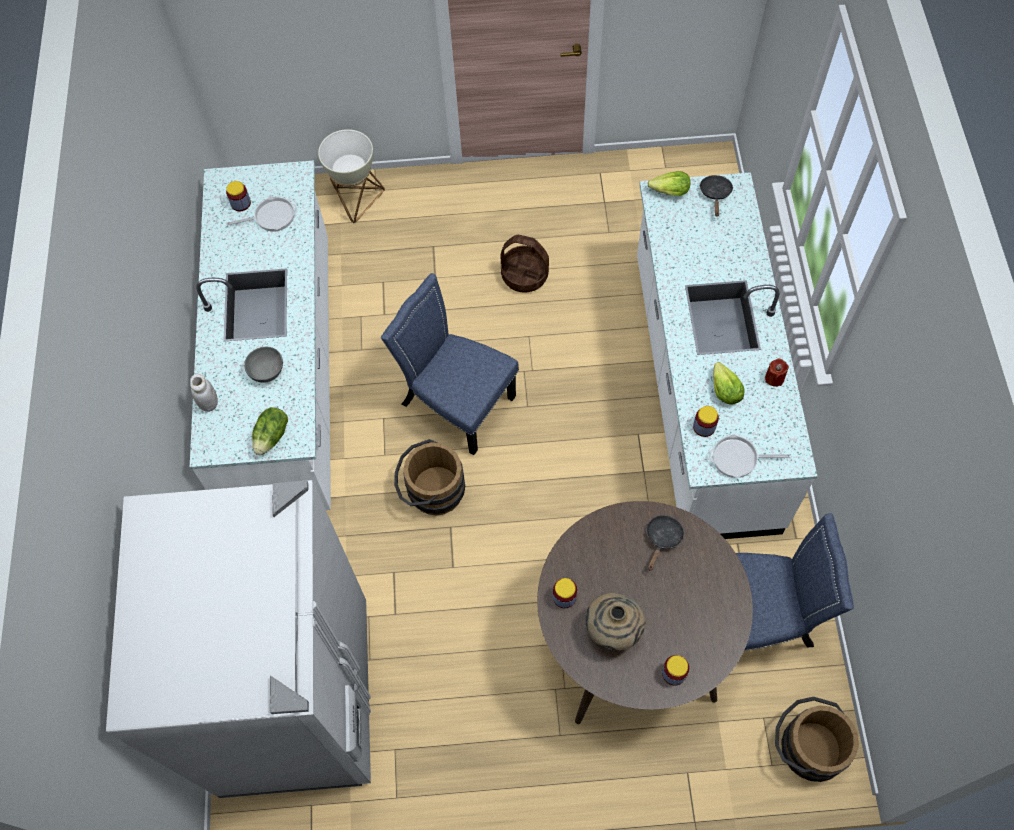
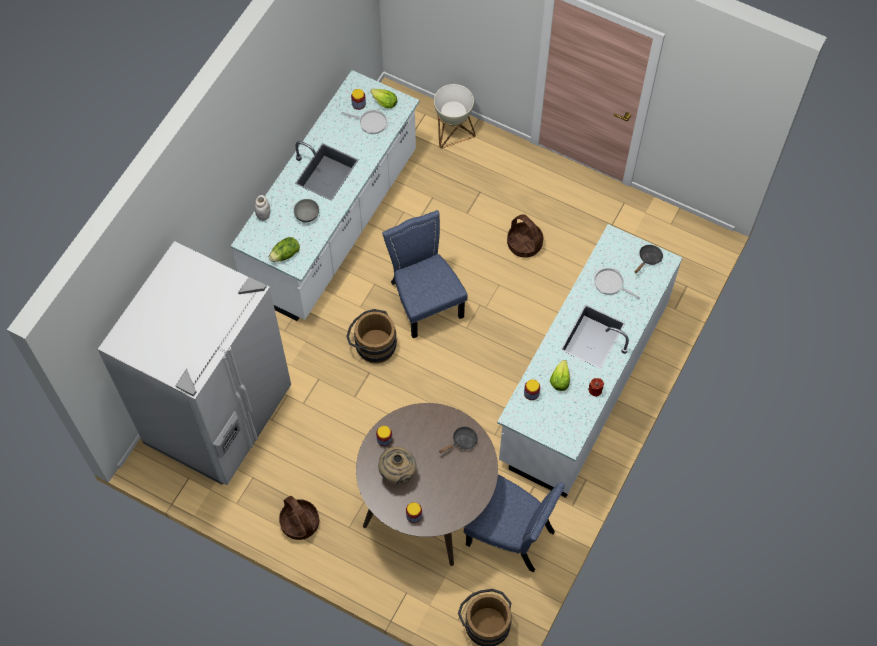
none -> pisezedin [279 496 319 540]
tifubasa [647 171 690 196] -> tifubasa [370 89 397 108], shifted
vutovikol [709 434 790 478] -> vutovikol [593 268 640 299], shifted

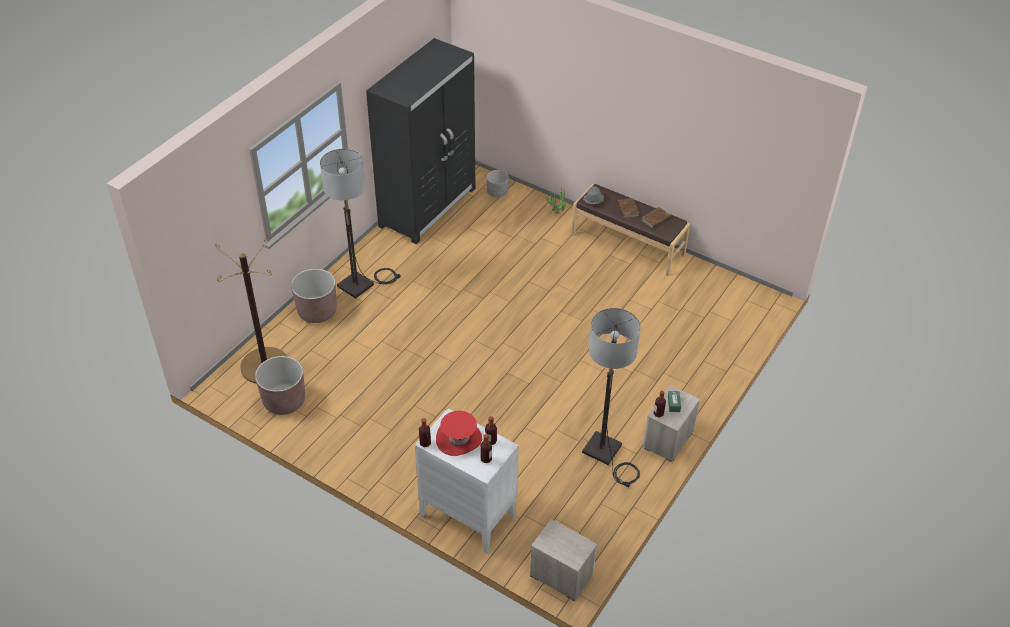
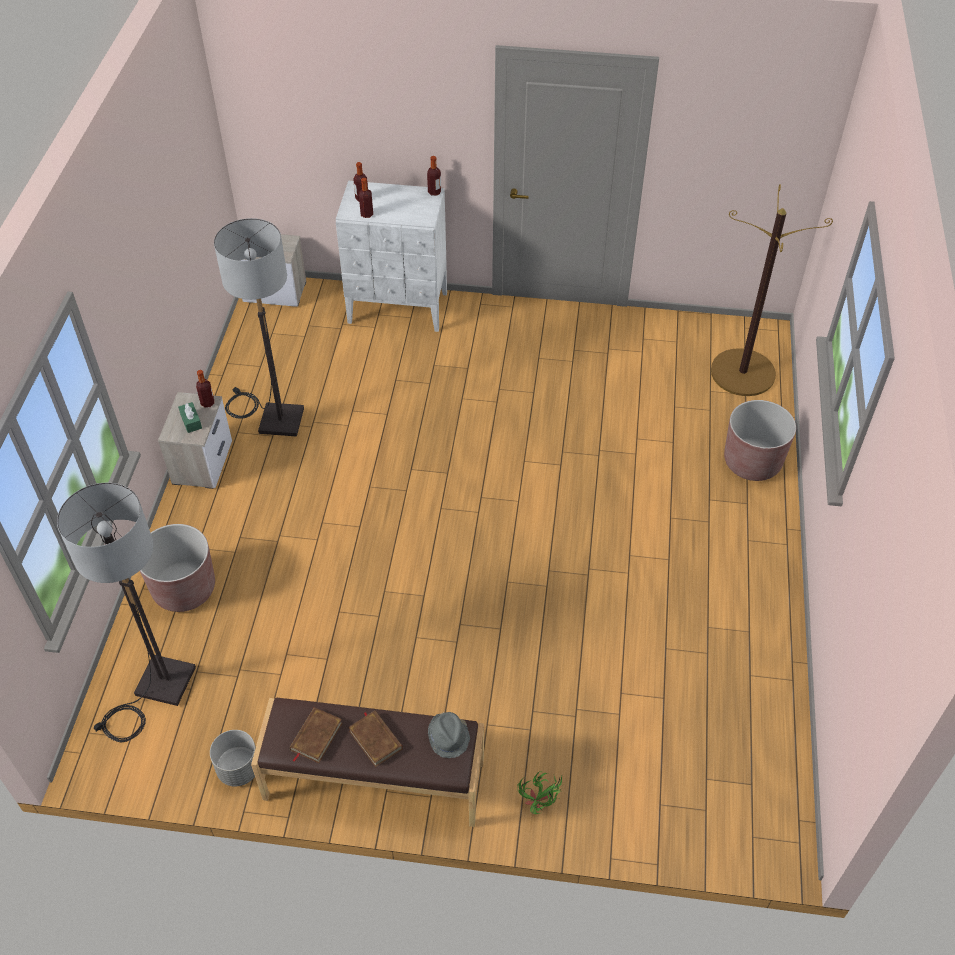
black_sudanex [366 38 476 244] -> none
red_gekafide [436 411 482 456] -> none
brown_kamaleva [255 356 305 415] -> brown_kamaleva [140 524 215 612], shifted
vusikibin [320 149 401 299] -> vusikibin [57 483 196 742], shifted
grey_kamaleva [487 170 509 197] -> grey_kamaleva [210 730 256 786], shifted

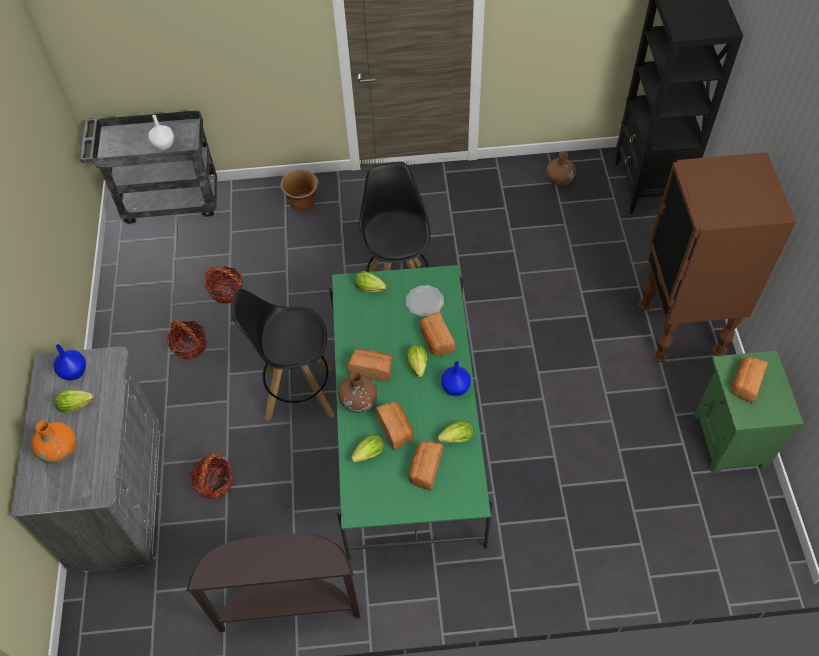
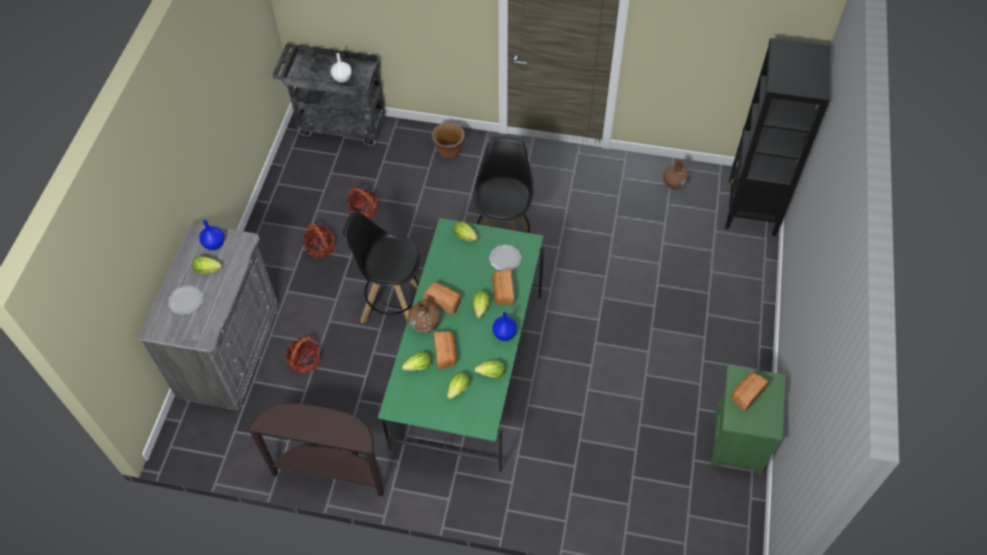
brown_sudanex [638 152 796 362] -> none
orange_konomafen [32 421 77 464] -> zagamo [168 285 203 315]
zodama [408 442 443 491] -> tifubasa [447 372 470 400]

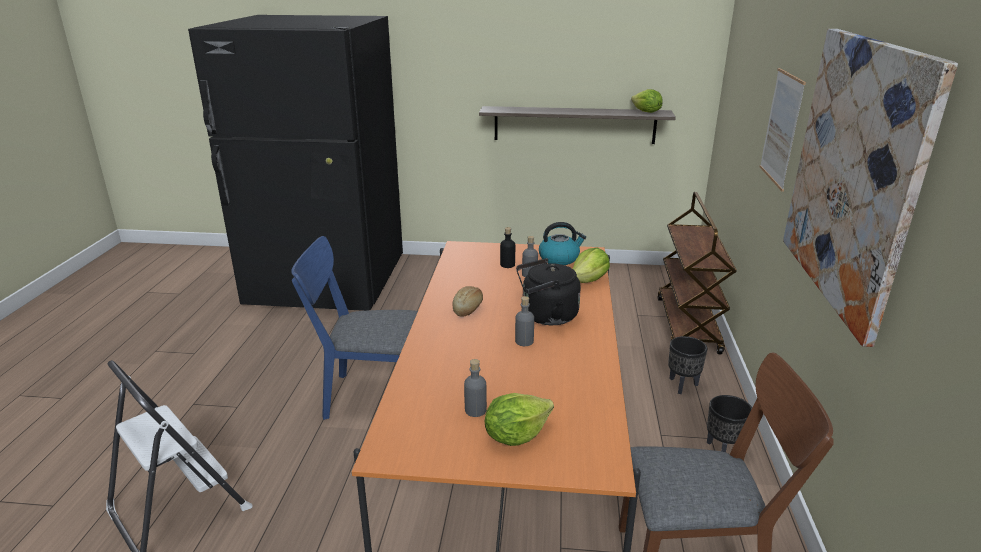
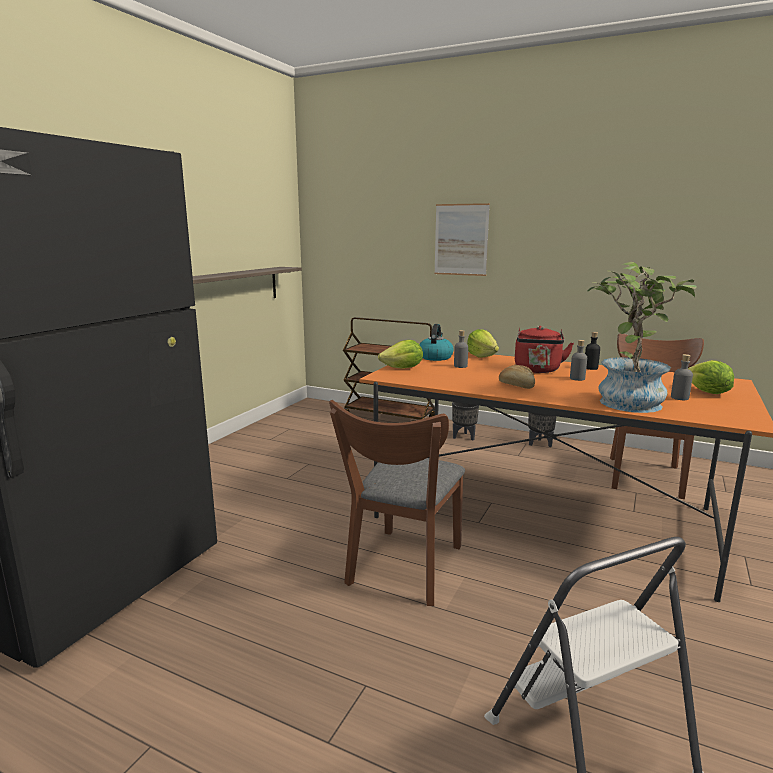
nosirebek [783 29 958 347] -> none
none -> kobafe [588 262 697 413]
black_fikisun [500 227 515 268] -> black_fikisun [585 332 600 370], shifted
tifubasa [631 89 663 113] -> tifubasa [378 340 423 369], shifted
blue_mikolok [291 236 418 420] -> brown_mikolok [329 400 465 606]
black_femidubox [516 258 581 325] -> red_femidubox [515 326 574 373]

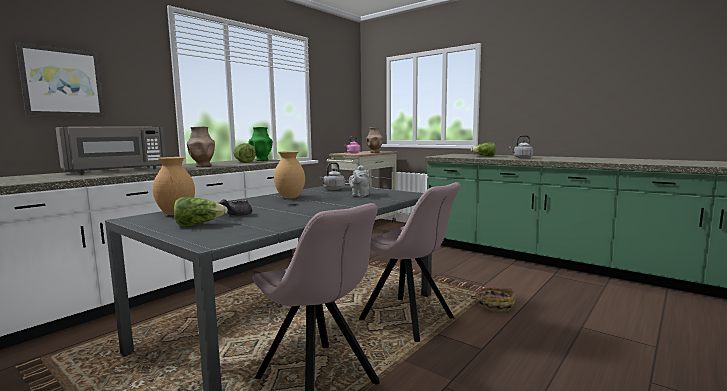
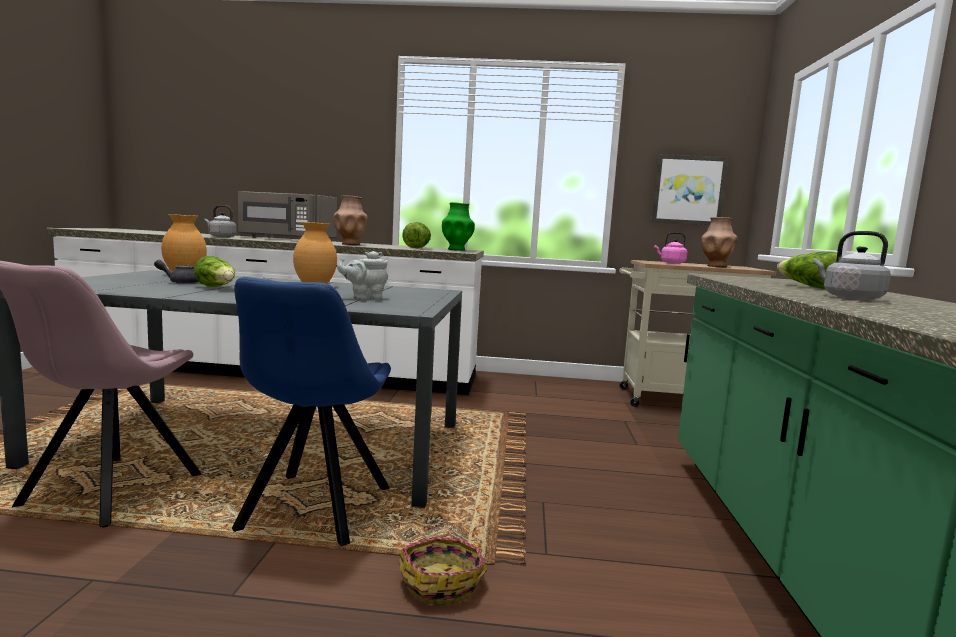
nosirebek [15 42 105 116] -> nosirebek [651 154 728 225], shifted
tifubasa [174 197 228 226] -> tifubasa [194 256 235 287], shifted
grey_femidubox [320 162 345 190] -> grey_femidubox [204 205 236 238], shifted
pink_mikolok [359 182 461 342] -> blue_mikolok [232 277 391 546]

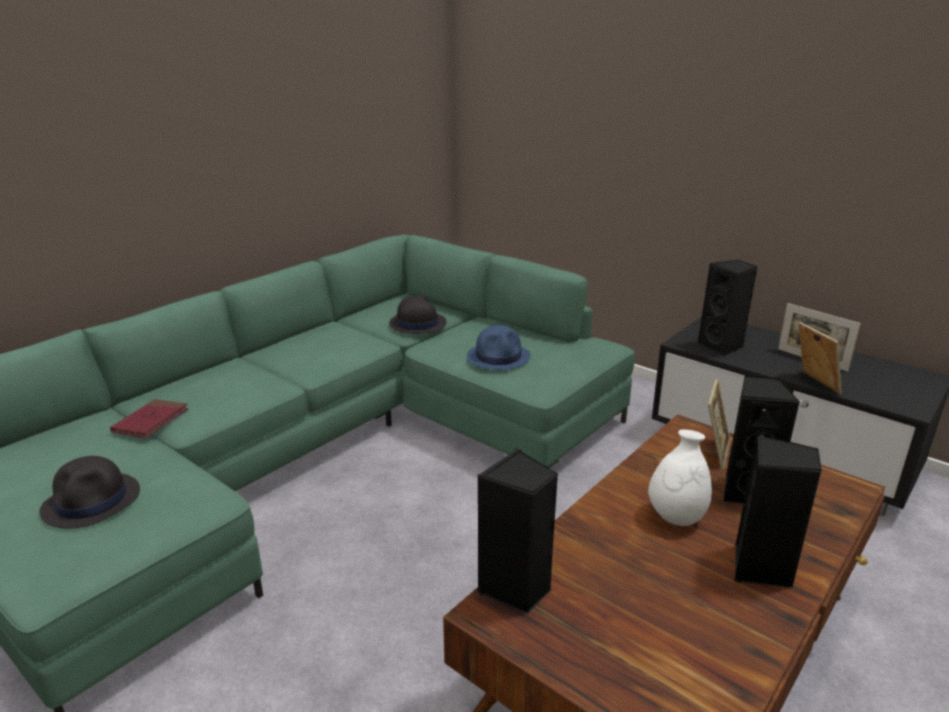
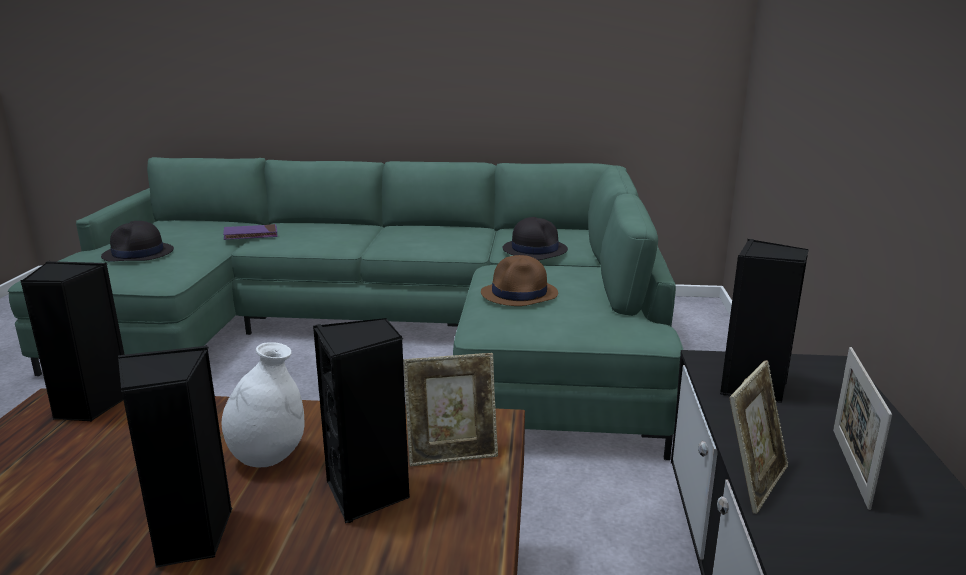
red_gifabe [110 399 188 438] -> purple_gifabe [223 224 278 240]
blue_gekafide [467 325 531 370] -> brown_gekafide [481 255 558 306]

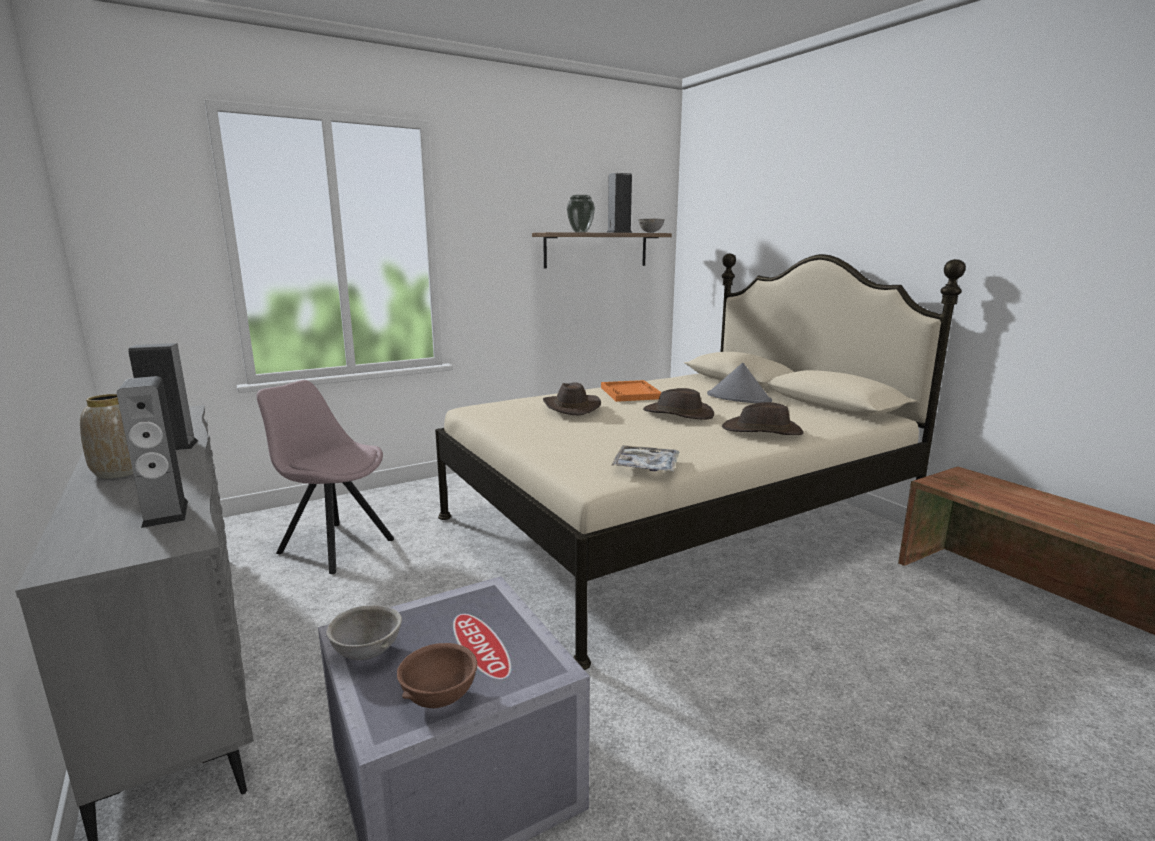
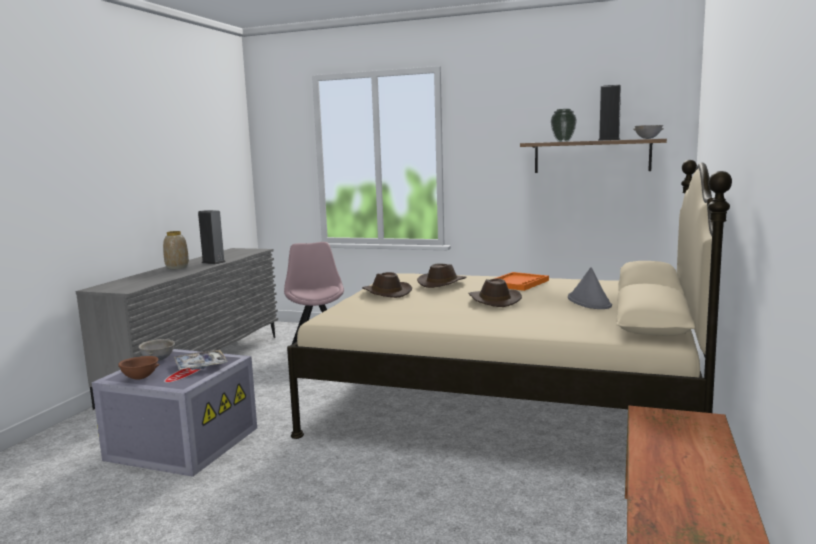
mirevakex [117 376 188 528] -> none
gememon [611 445 679 471] -> gememon [174 350 228 370], shifted
brown_gekafide [722 402 803 435] -> brown_gekafide [362 272 412 298], shifted

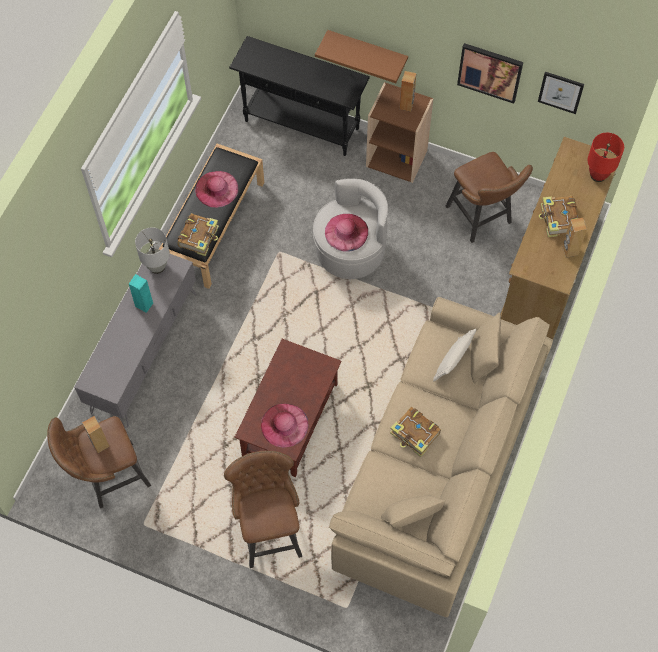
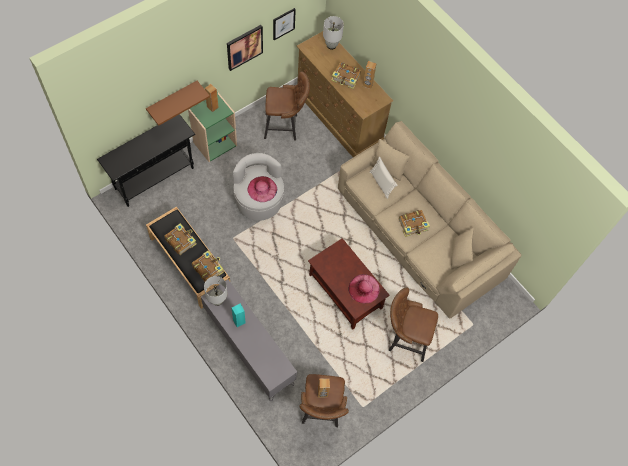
pink_gekafide [195 171 238 207] -> gifabe [164 223 197 255]
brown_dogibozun [366 82 433 183] -> green_dogibozun [188 92 237 162]
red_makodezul [587 133 624 182] -> white_makodezul [323 16 344 50]

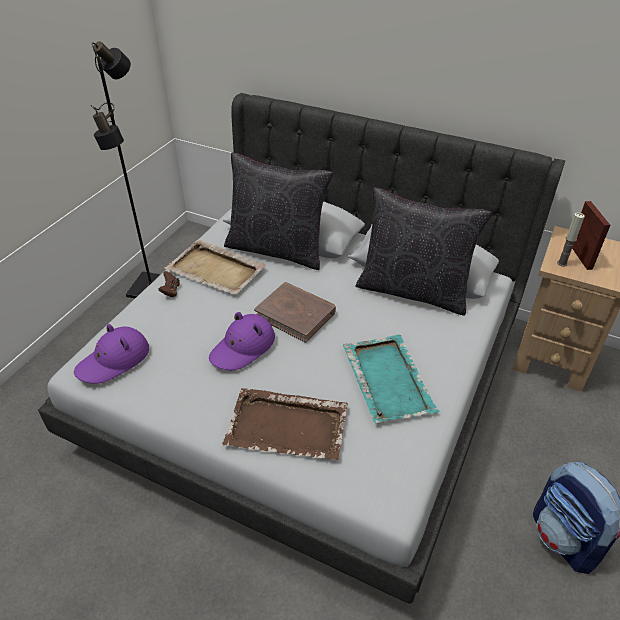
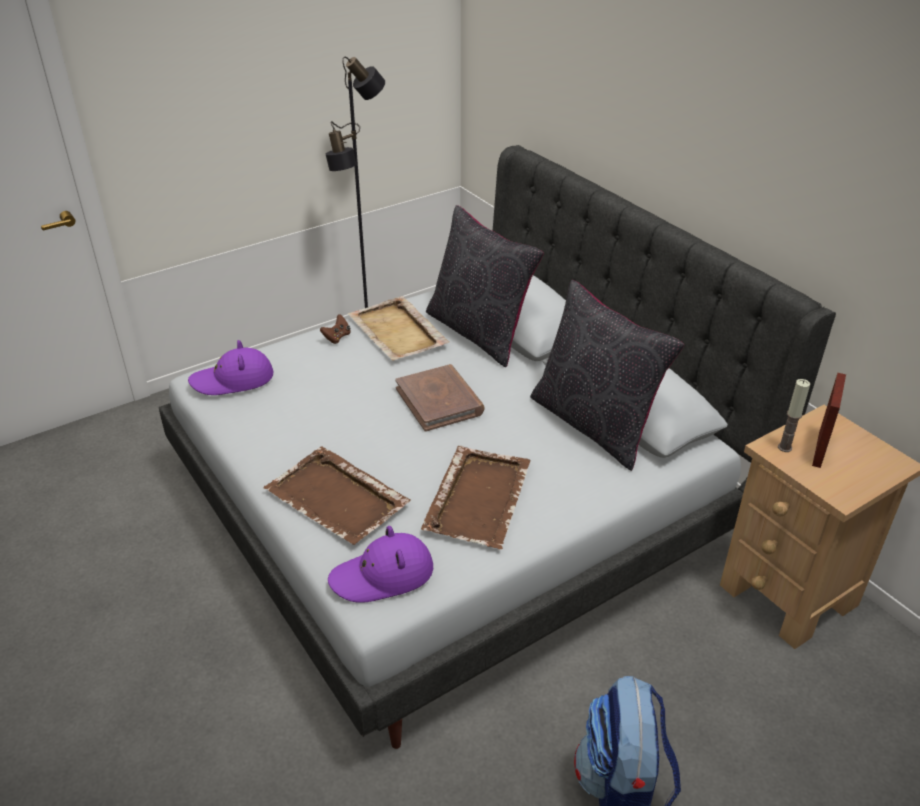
purple_gekafide [209 312 275 370] -> purple_gekafide [328 526 433 603], shifted
turquoise_gememon [343 335 439 423] -> brown_gememon [421 446 530 549]

